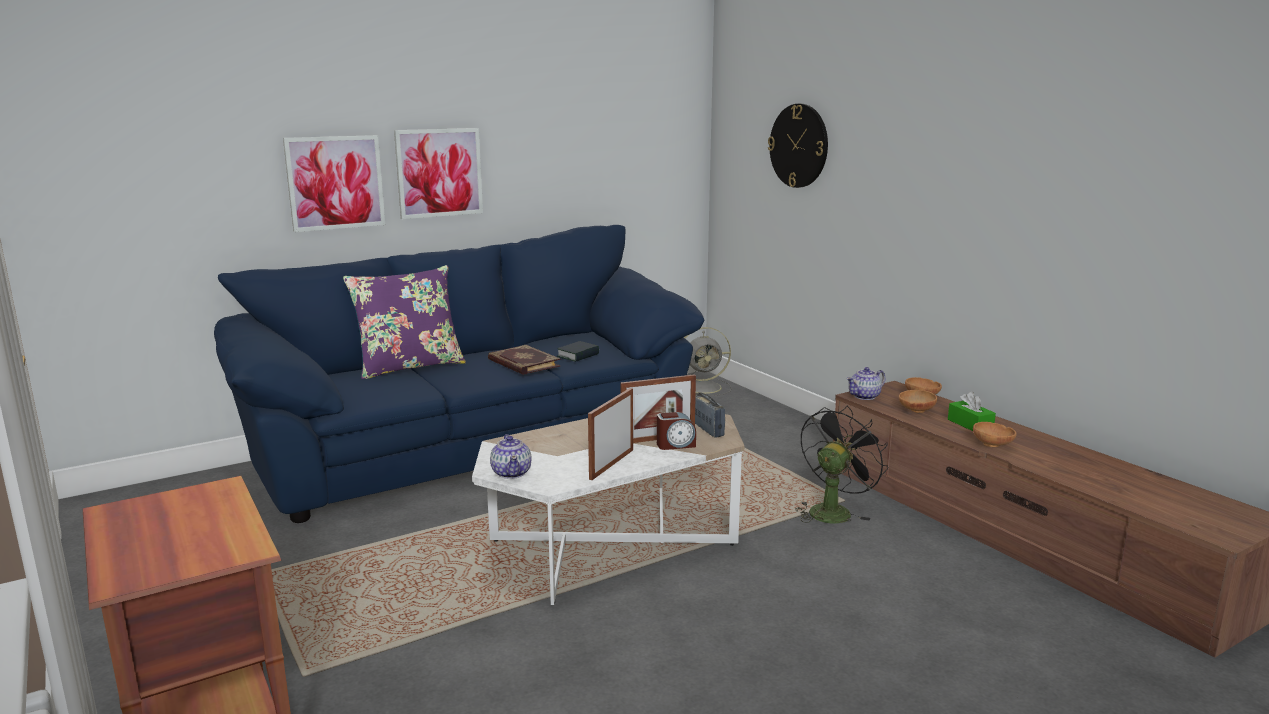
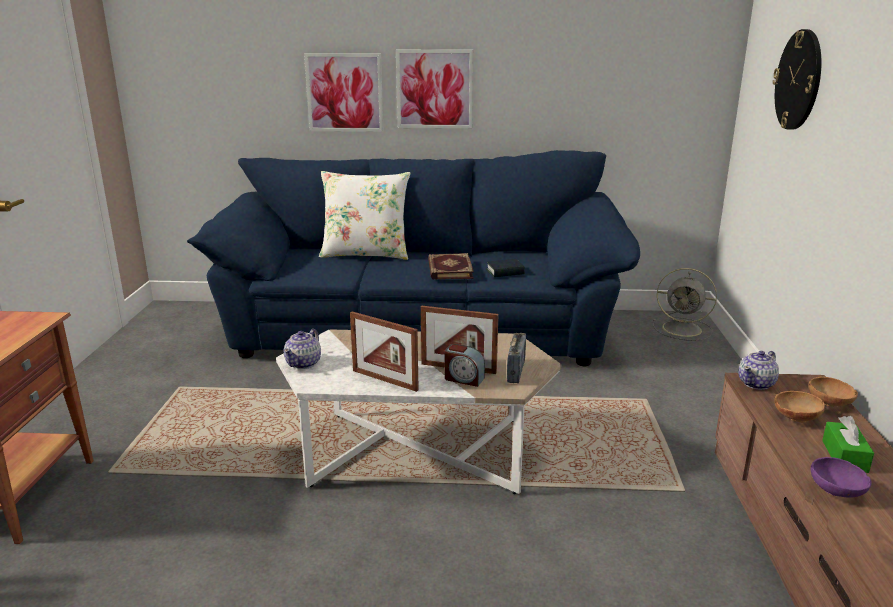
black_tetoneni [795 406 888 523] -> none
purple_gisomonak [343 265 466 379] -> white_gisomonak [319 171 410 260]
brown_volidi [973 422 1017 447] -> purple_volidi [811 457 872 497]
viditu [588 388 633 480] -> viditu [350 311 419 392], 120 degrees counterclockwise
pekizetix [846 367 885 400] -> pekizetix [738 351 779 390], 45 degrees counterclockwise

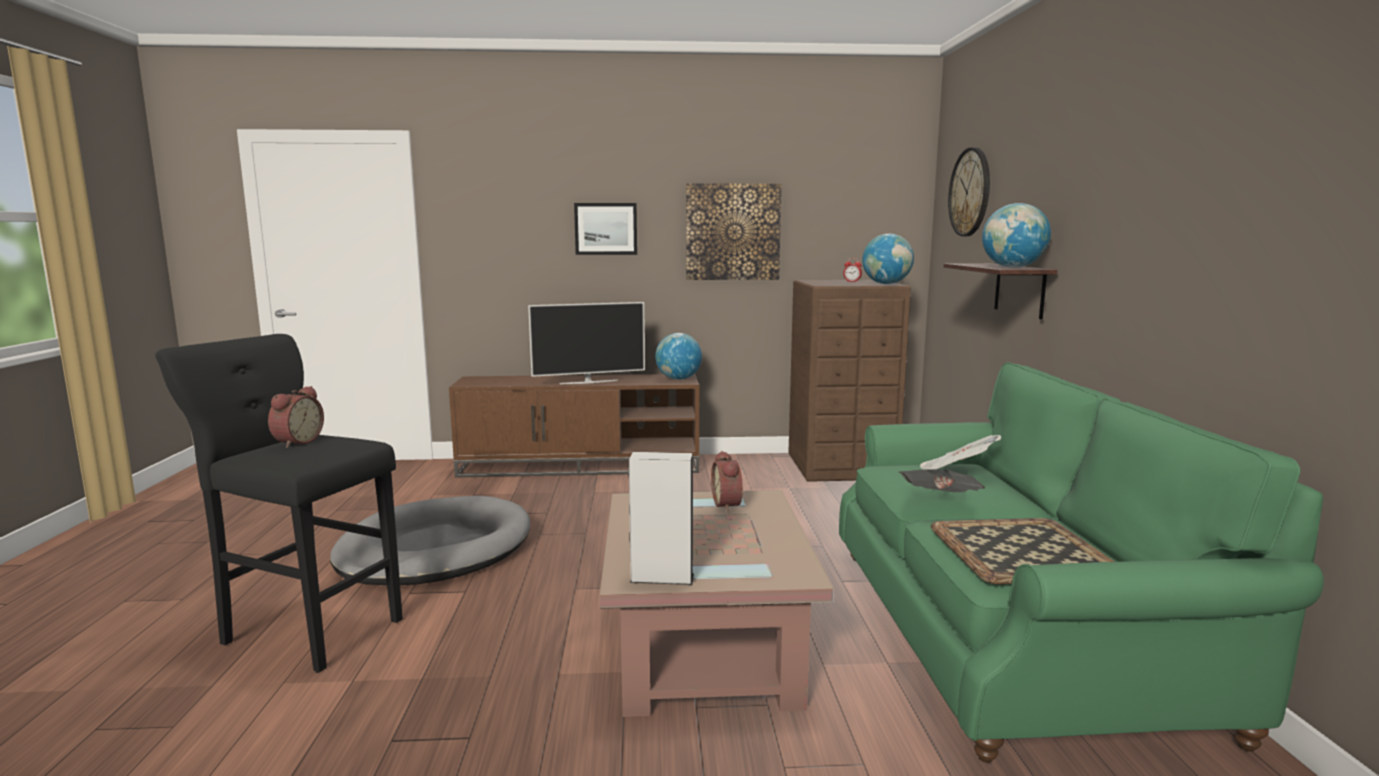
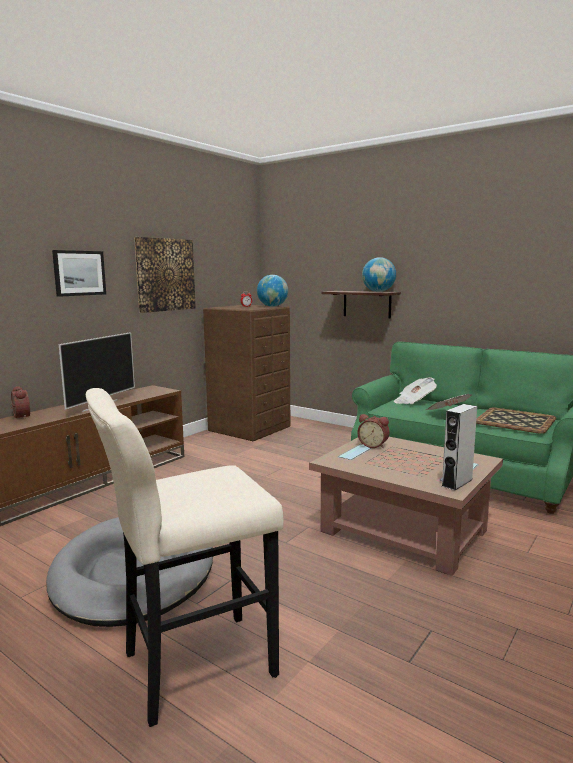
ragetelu [655 333 702 380] -> none
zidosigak [948 147 990 236] -> none
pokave [268 386 324 448] -> pokave [10 386 30 419], shifted
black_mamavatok [155 334 403 673] -> beige_mamavatok [86 388 284 727]

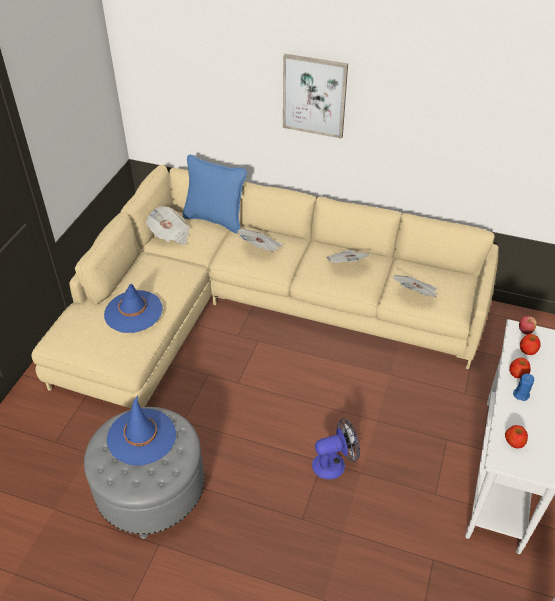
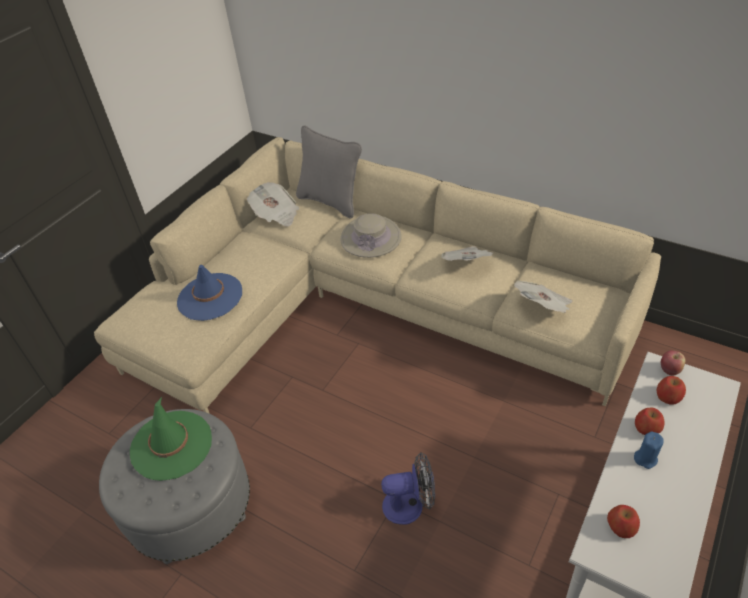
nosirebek [283 54 348 139] -> none
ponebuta [237 229 283 252] -> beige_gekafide [341 213 402 258]
blue_gekafide [107 396 176 466] -> green_gekafide [130 397 212 481]
blue_gisomonak [183 155 247 233] -> grey_gisomonak [296 125 362 218]

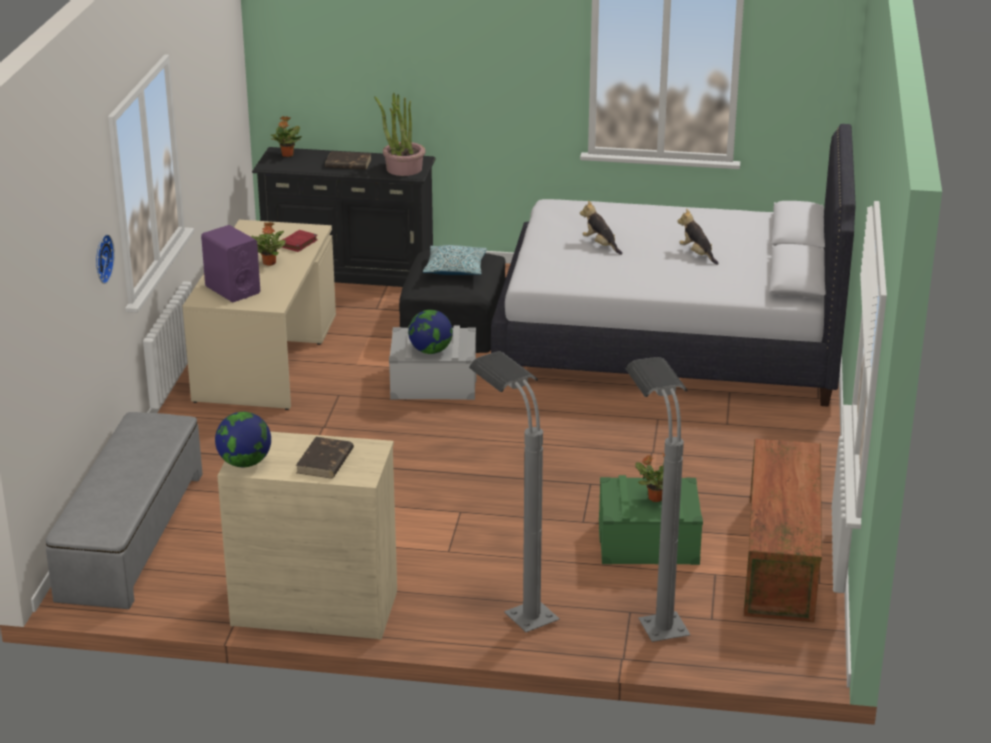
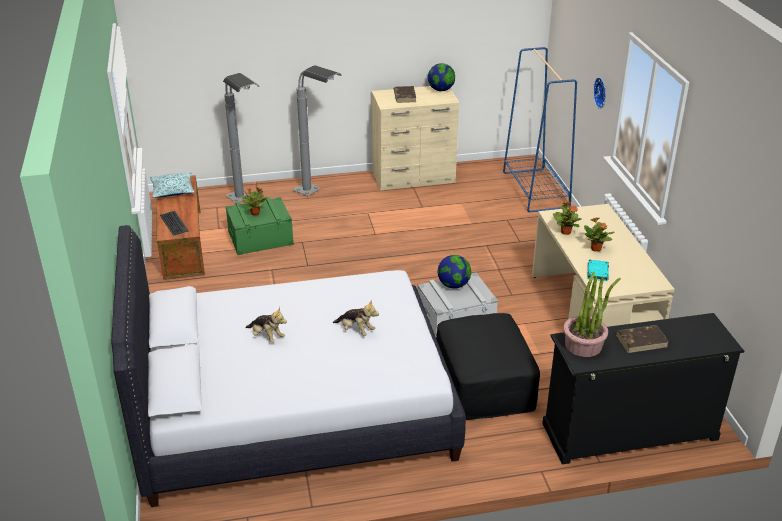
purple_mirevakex [201 225 260 302] -> none
none -> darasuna [160 211 188 236]
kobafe [270 116 302 157] -> kobafe [553 202 582 235], shifted
gisomonak [423 245 487 275] -> gisomonak [150 172 195 198], shifted
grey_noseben [46 412 203 609] -> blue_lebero [503 47 577 212]
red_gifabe [282 230 318 252] -> turquoise_gifabe [587 260 609 281]

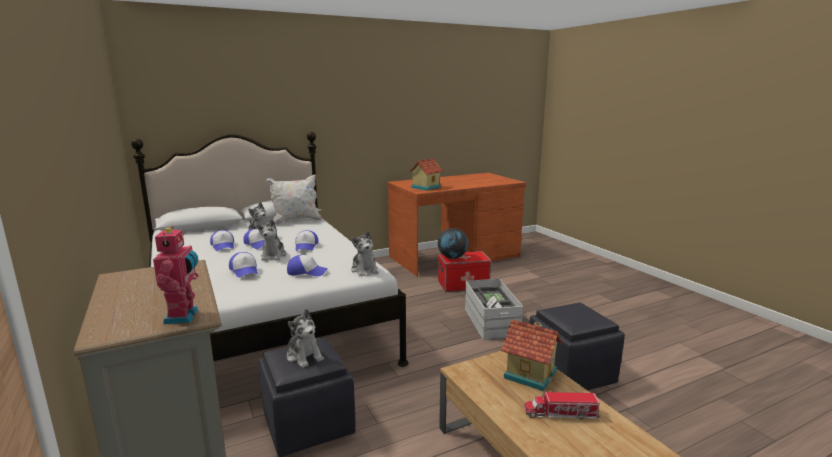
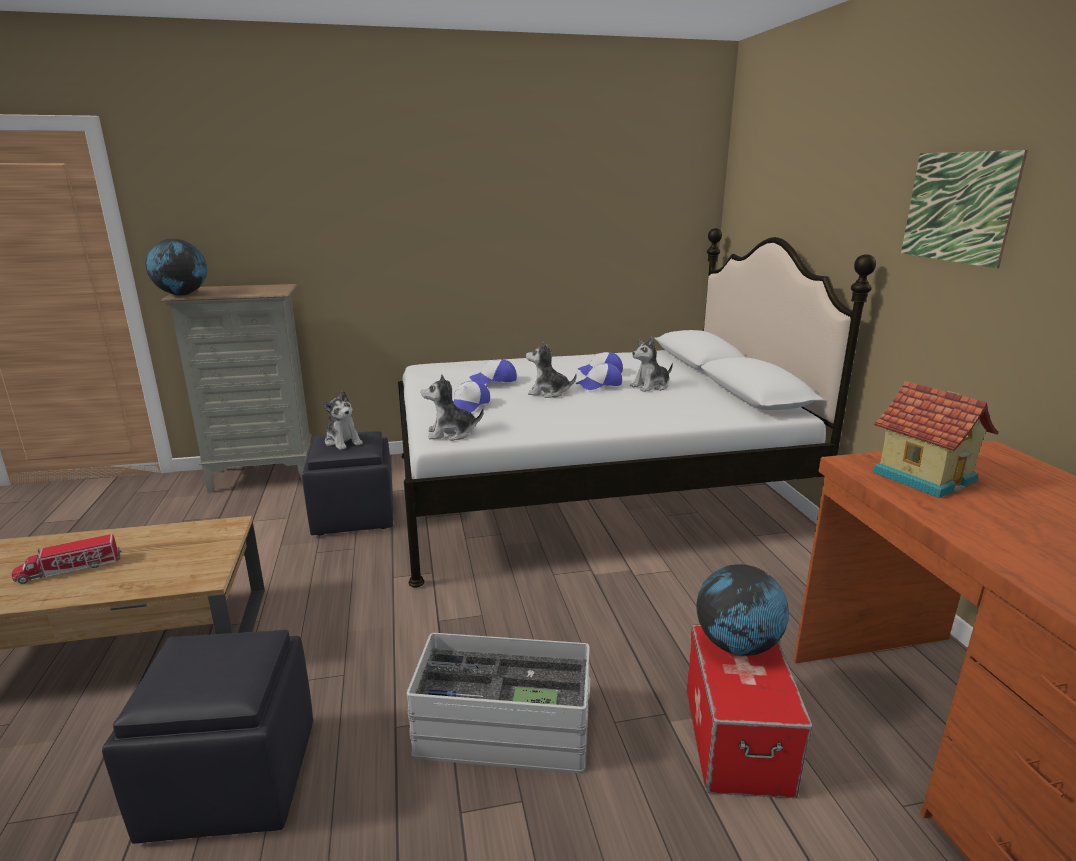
white_gisomonak [266 175 322 225] -> none
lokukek [295 230 318 251] -> none
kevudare [501 319 563 391] -> none
none -> nosirebek [901 150 1028 269]
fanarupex [153 226 199 324] -> ragetelu [145 239 207 296]
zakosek [287 309 324 368] -> zakosek [323 391 363 450], 105 degrees counterclockwise
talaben [524 392 600 419] -> talaben [11 534 121 584], 135 degrees counterclockwise

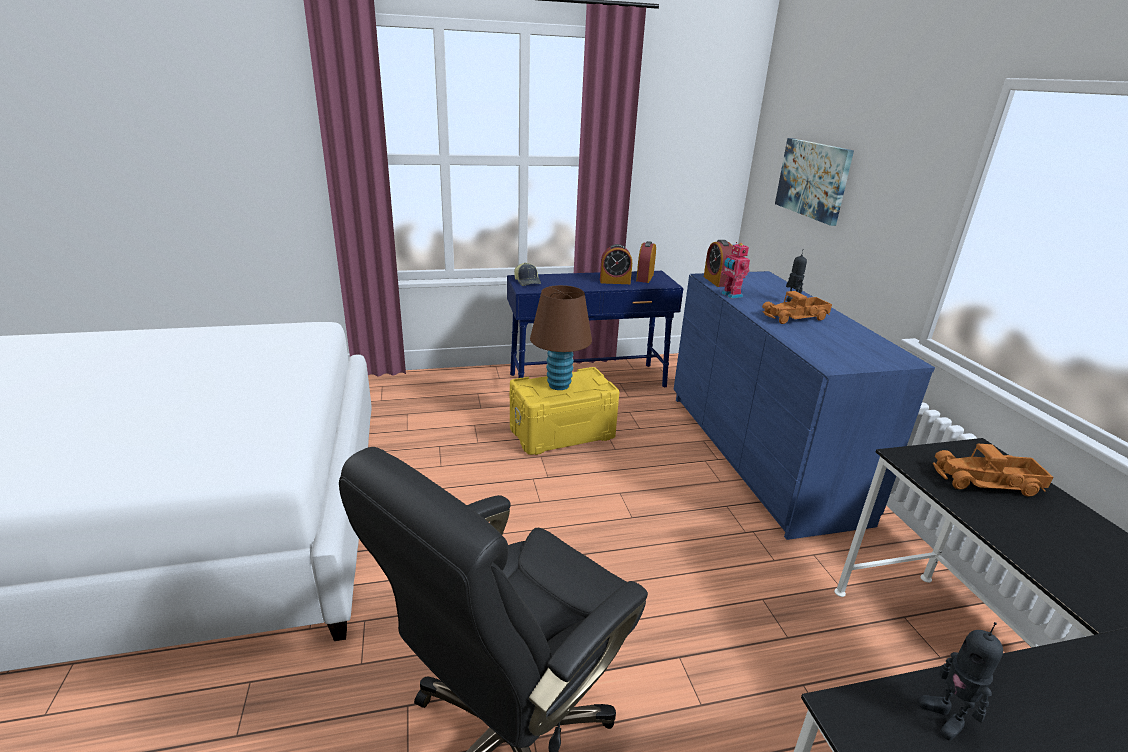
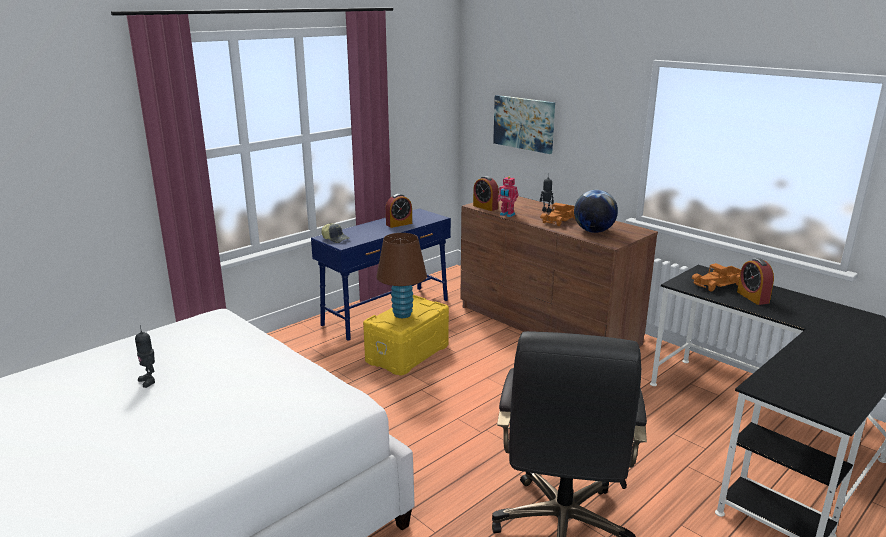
none -> ragetelu [574 190 618 233]
pokave [636 241 656 283] -> pokave [737 258 774 305], shifted
fanarupex [918 622 1003 741] -> fanarupex [135 325 155 388], shifted
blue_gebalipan [673 271 935 540] -> brown_gebalipan [460 196 658 347]

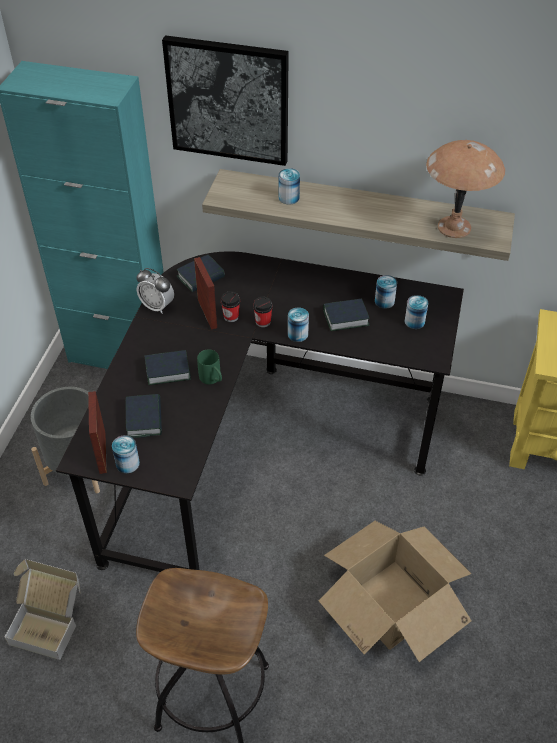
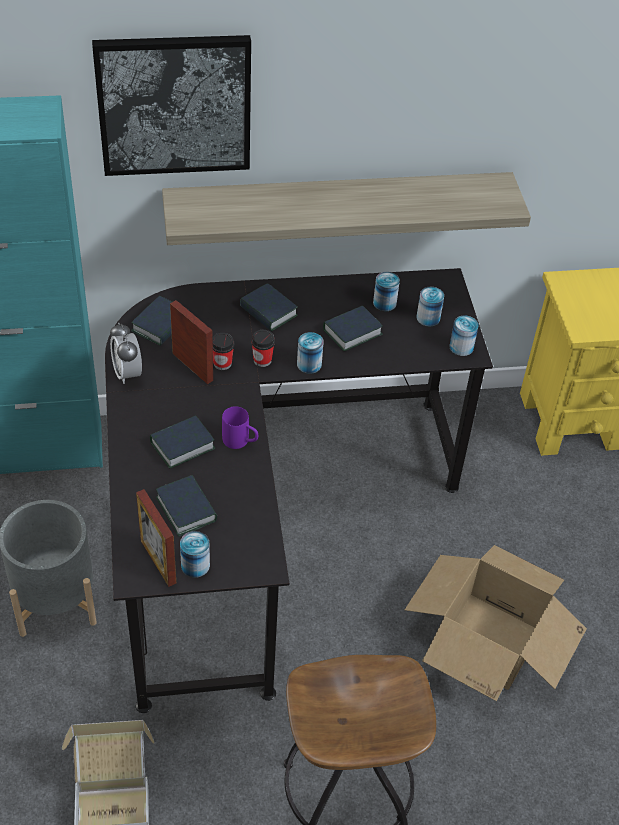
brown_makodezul [426 140 505 238] -> none
none -> gifabe [240 283 298 332]
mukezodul [279 168 300 205] -> mukezodul [450 315 479 356], shifted
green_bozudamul [197 349 222 384] -> purple_bozudamul [222 406 258 449]
pokave [136 268 174 314] -> pokave [110 323 142 384], 60 degrees clockwise

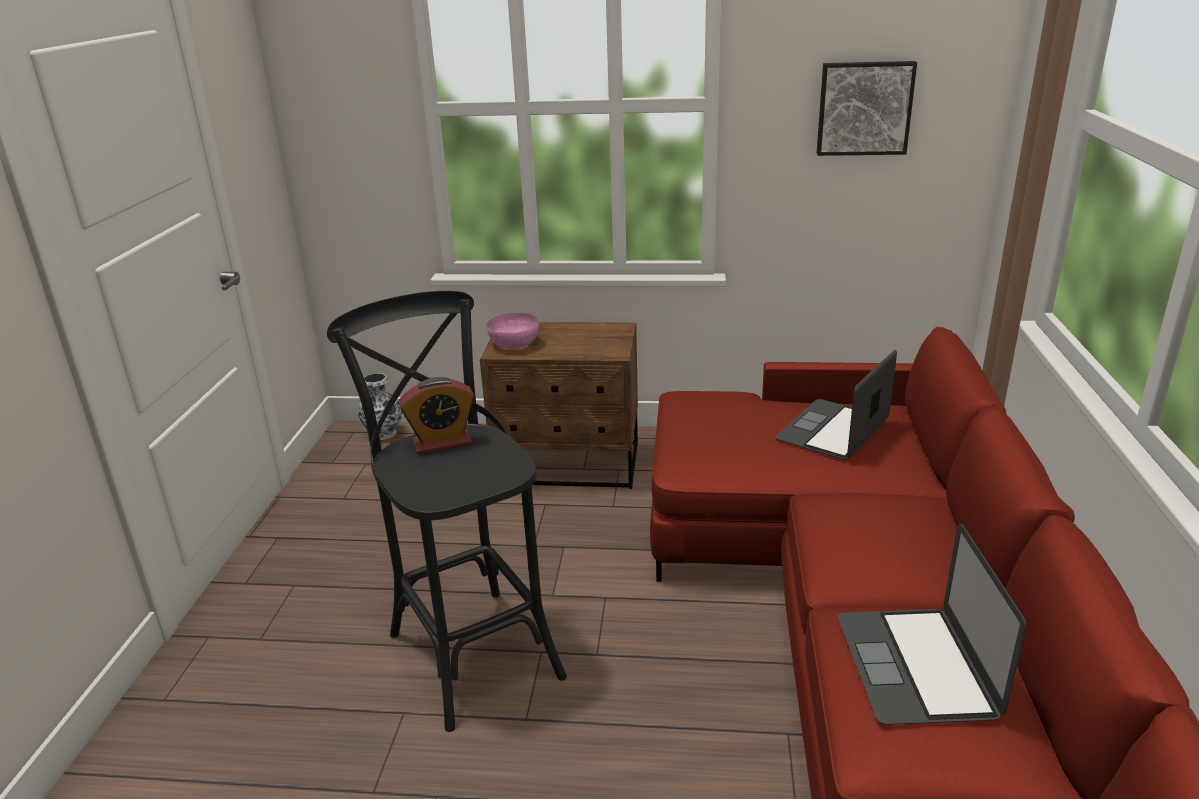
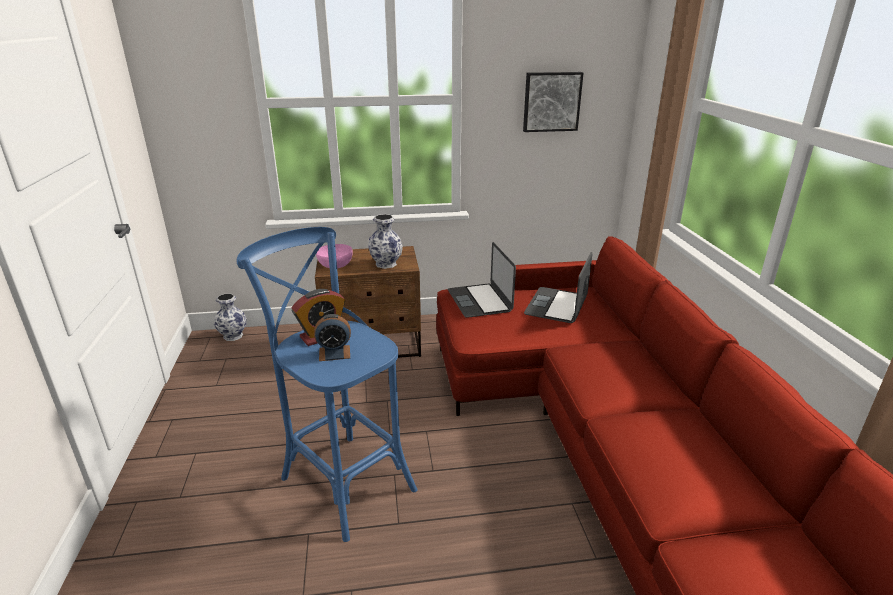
none -> pokave [314 314 351 361]
none -> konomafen [368 214 403 269]
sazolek [838 523 1026 725] -> sazolek [448 242 516 318], shifted
black_mamavatok [327 291 567 732] -> blue_mamavatok [237 227 418 542]

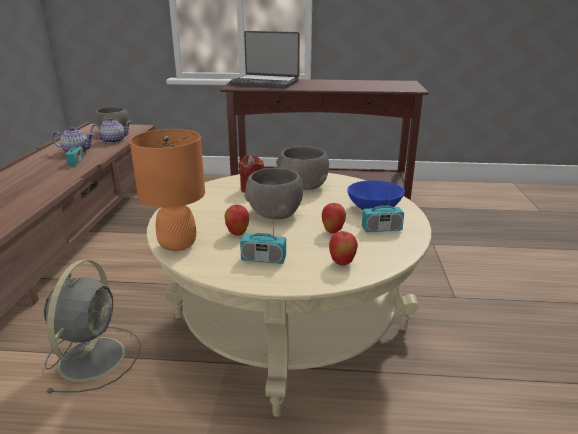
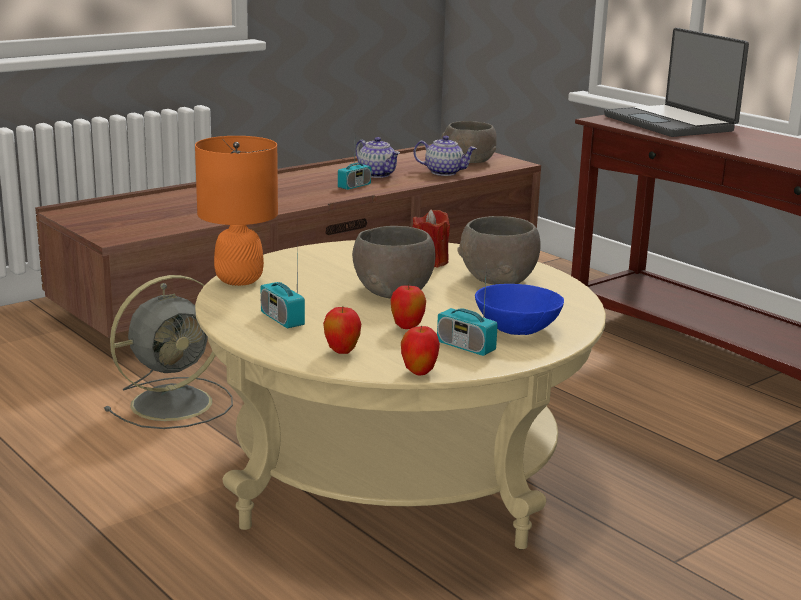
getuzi [224 205 249 236] -> getuzi [401 325 440 375], shifted

